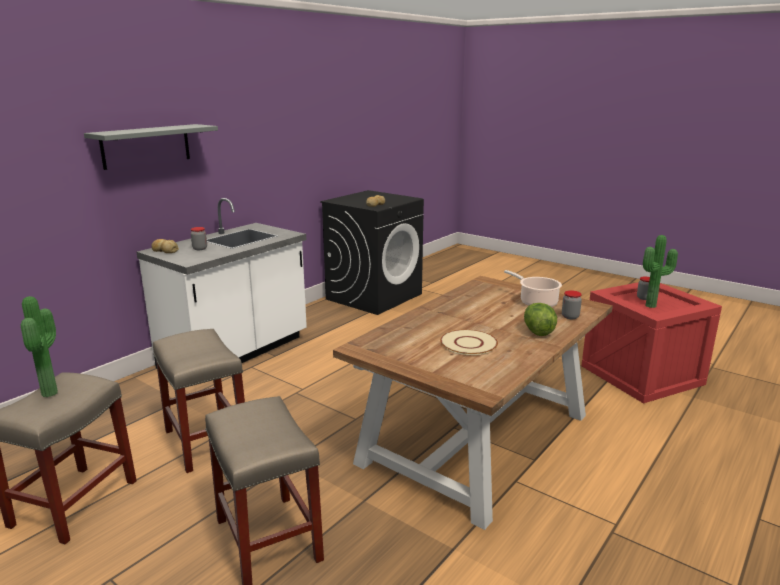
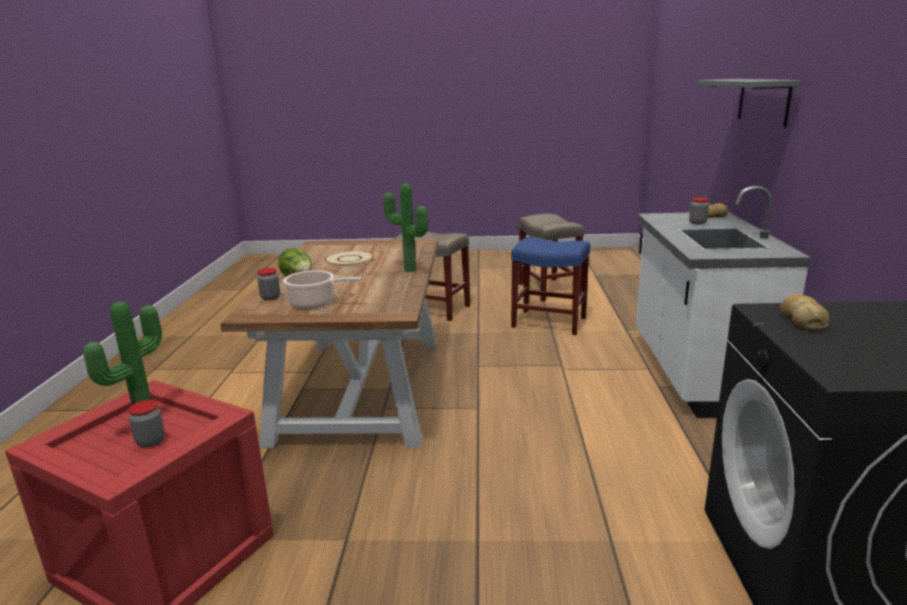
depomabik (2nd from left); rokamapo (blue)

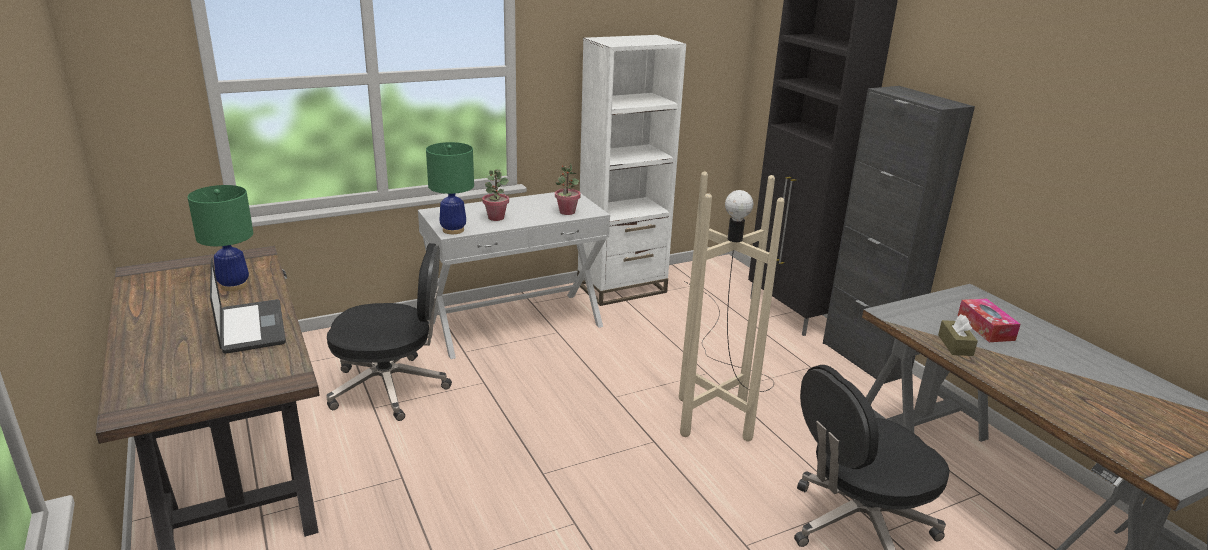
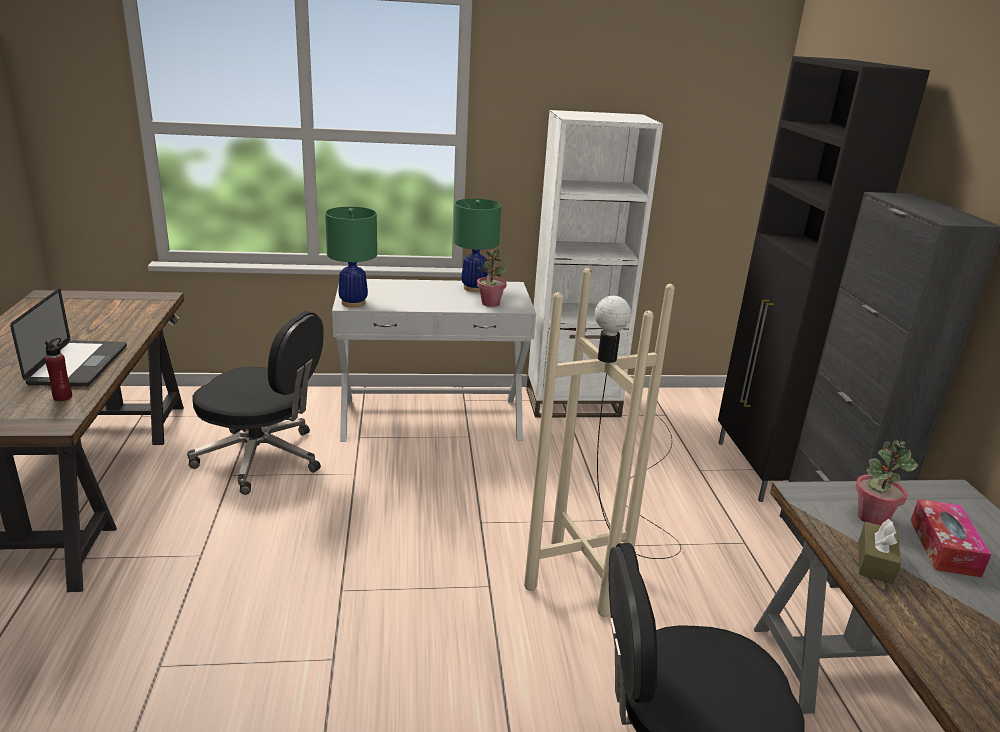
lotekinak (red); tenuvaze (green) (2nd from left); depomabik (2nd from left)

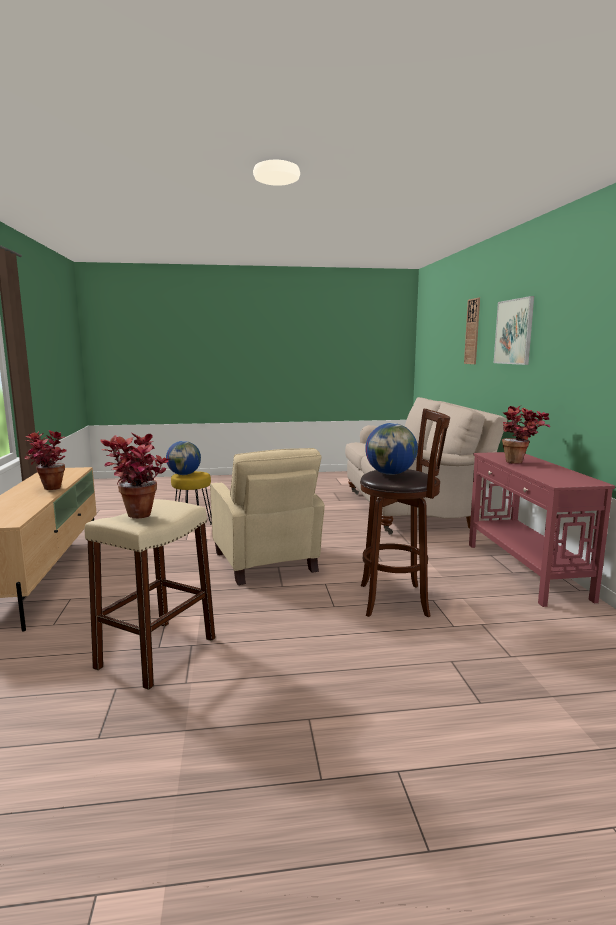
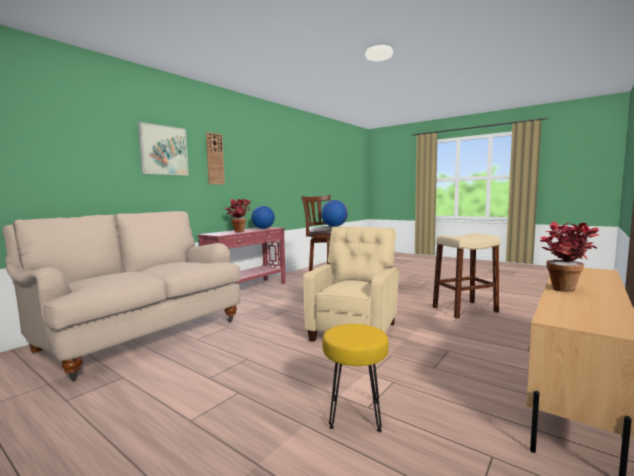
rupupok; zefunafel (1st from left); depomabik (2nd from left in the first image)

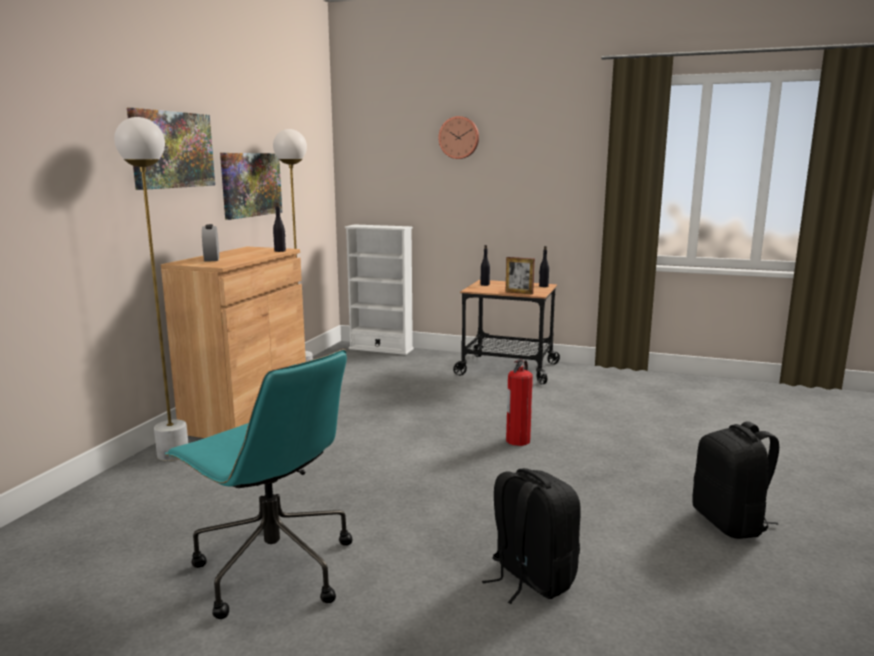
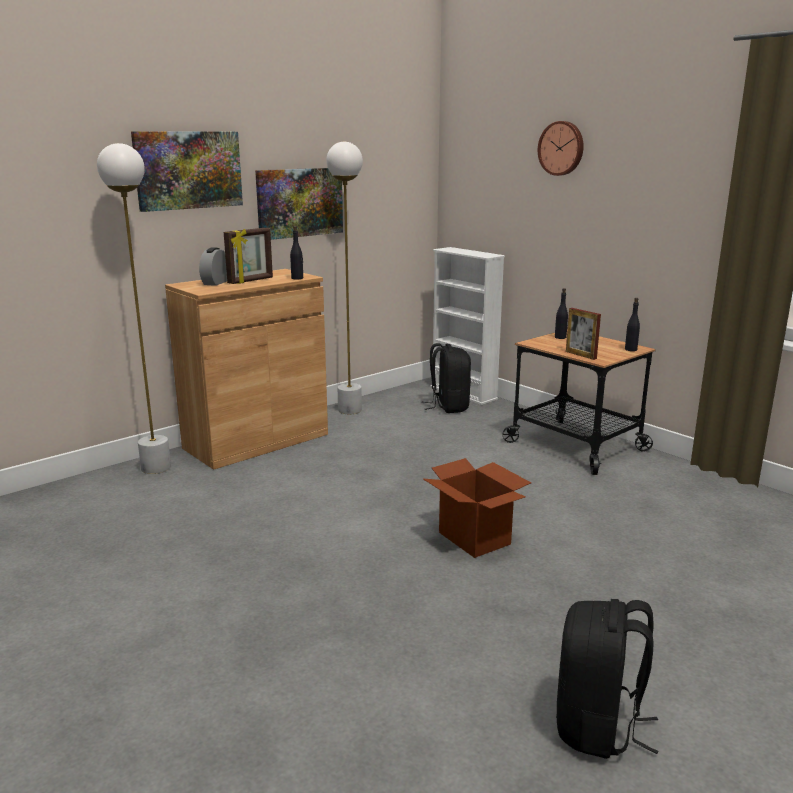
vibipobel (1st from left); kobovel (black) (1st from left); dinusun; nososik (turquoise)

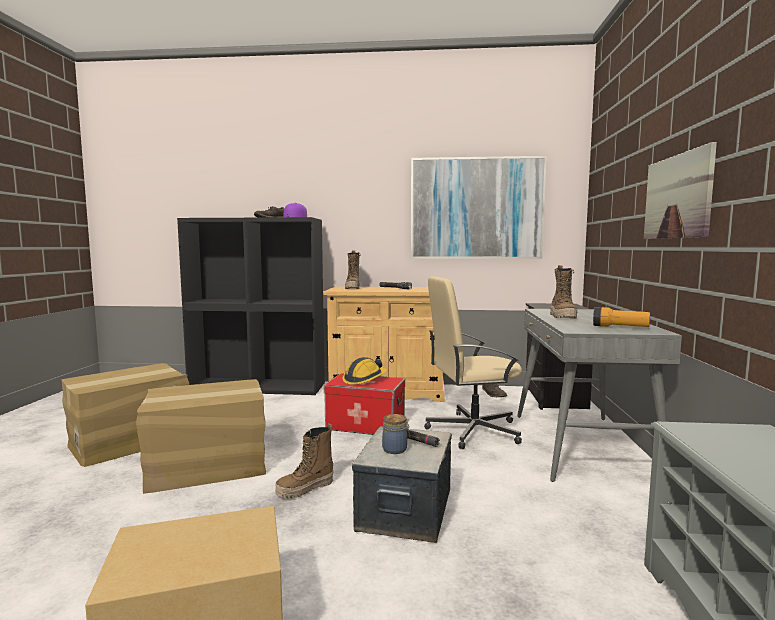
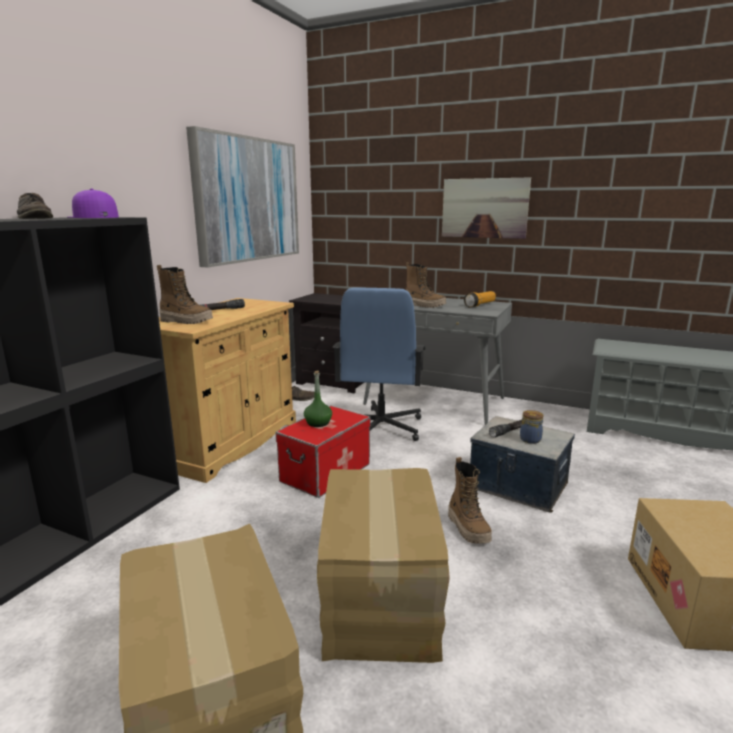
lotekinak (green); nososik (blue)

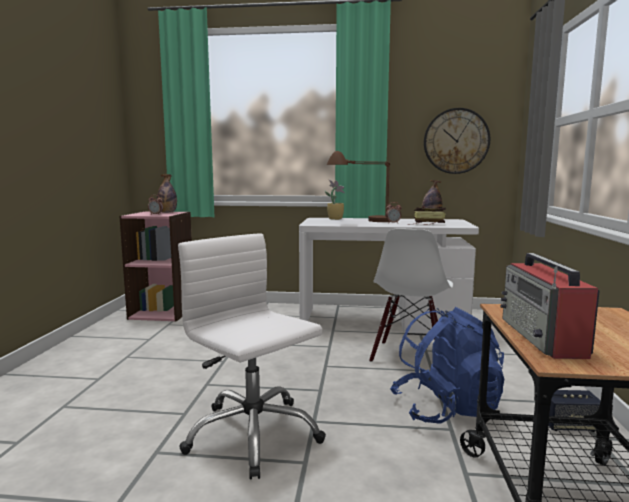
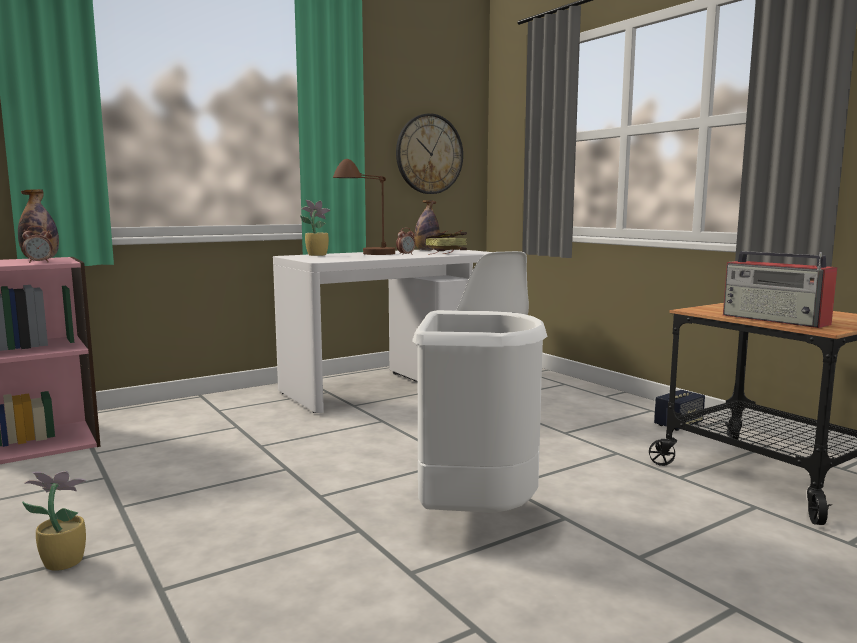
depomabik (1st from left); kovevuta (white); kobovel (blue)

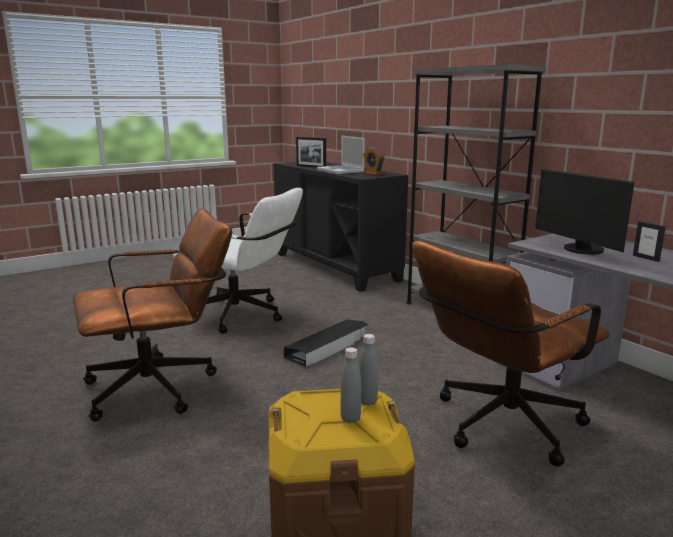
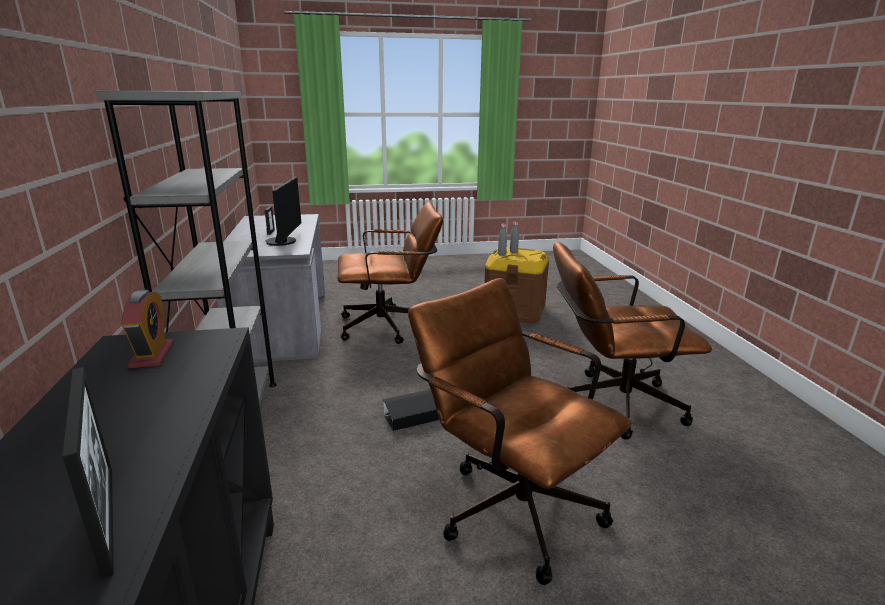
nososik (brown) (2nd from left); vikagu

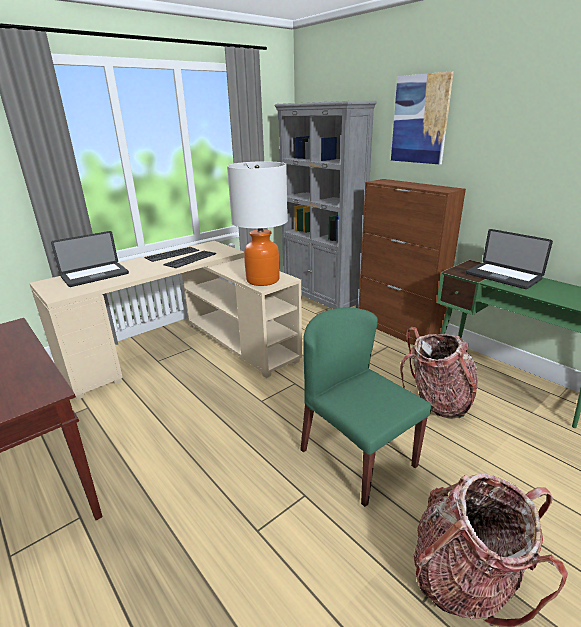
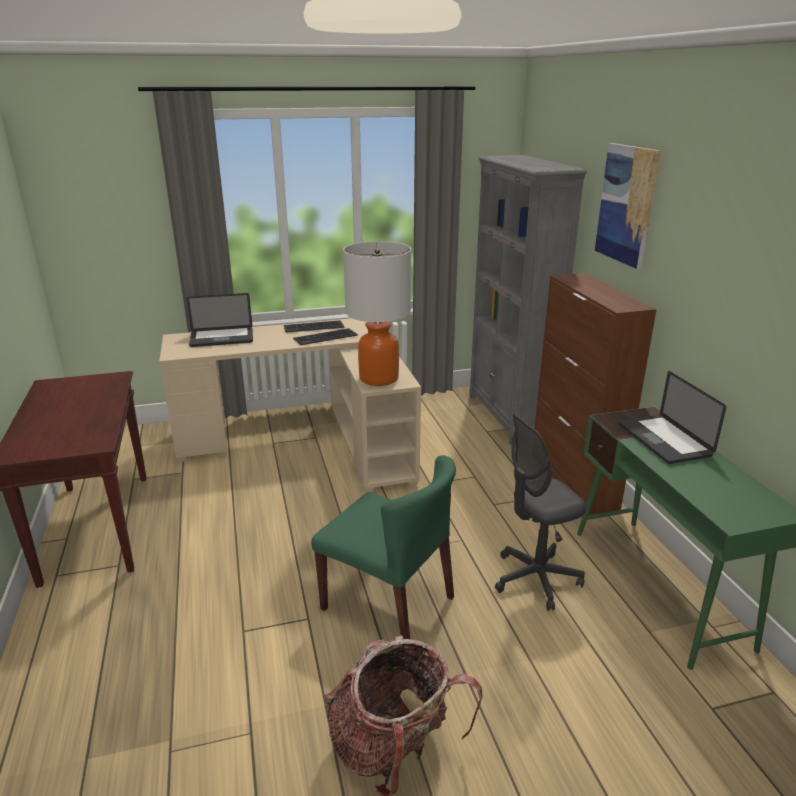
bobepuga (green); nososik (grey)

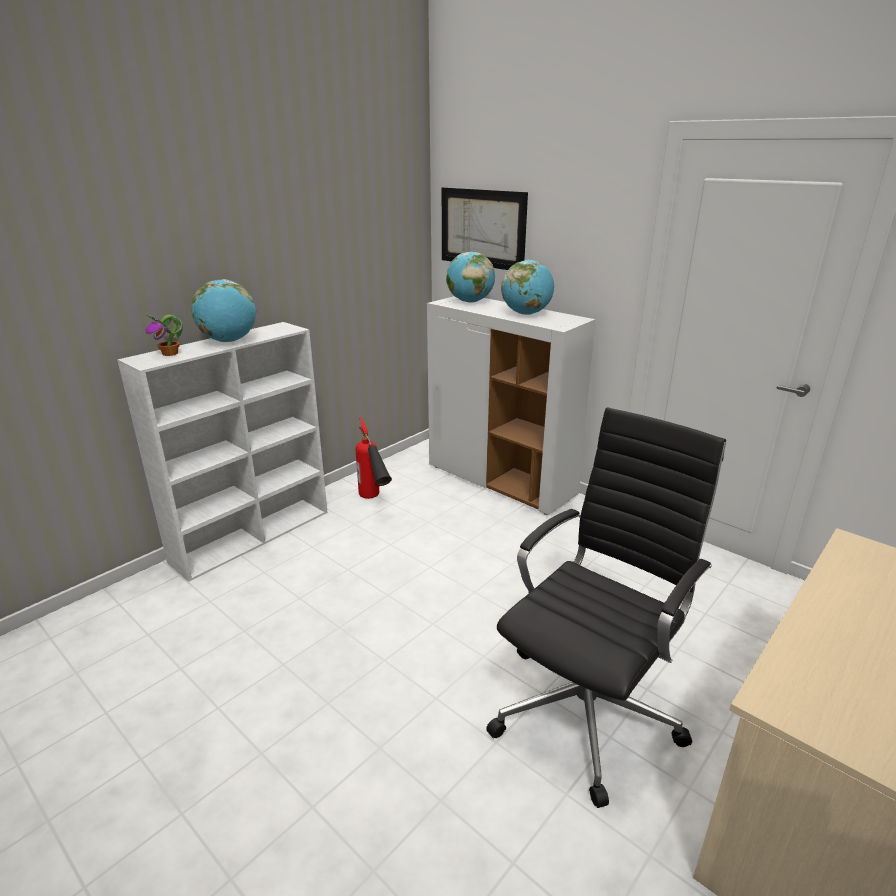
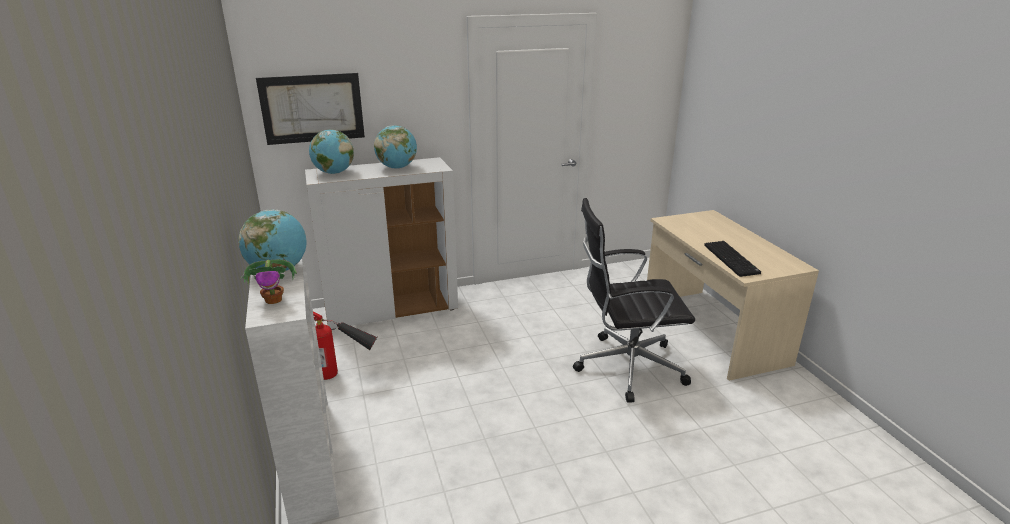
nososik (black); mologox

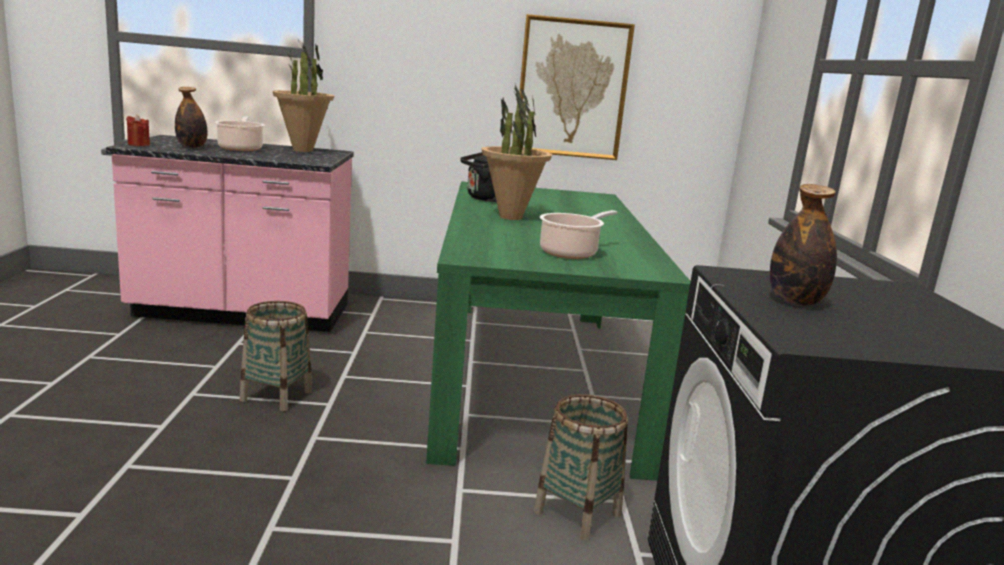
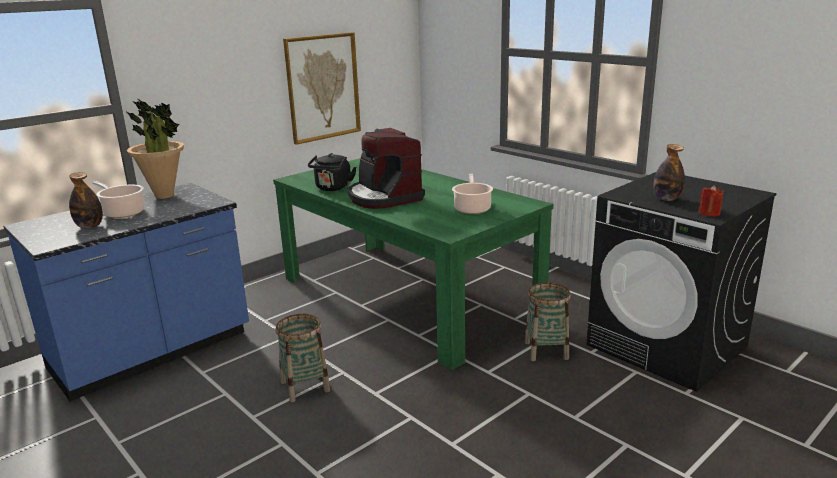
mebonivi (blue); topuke; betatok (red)

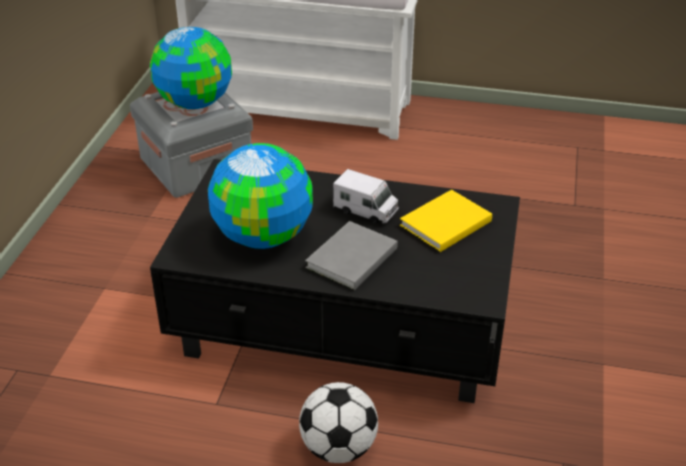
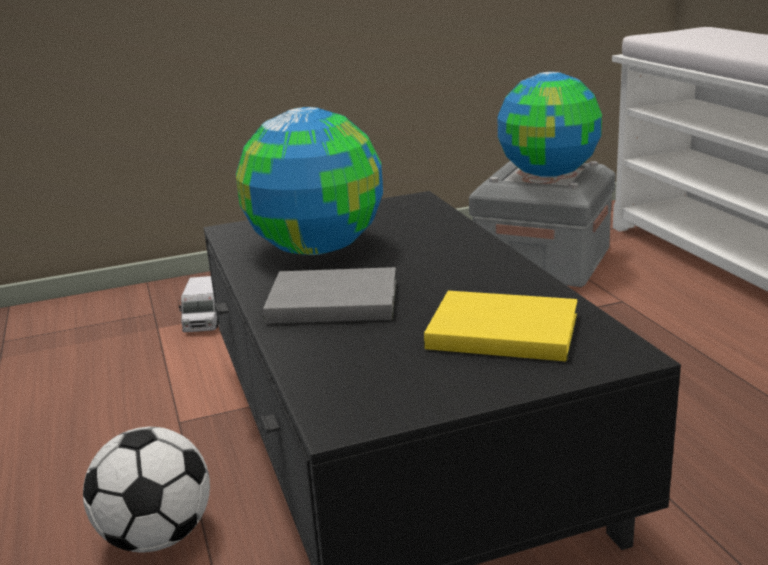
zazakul

